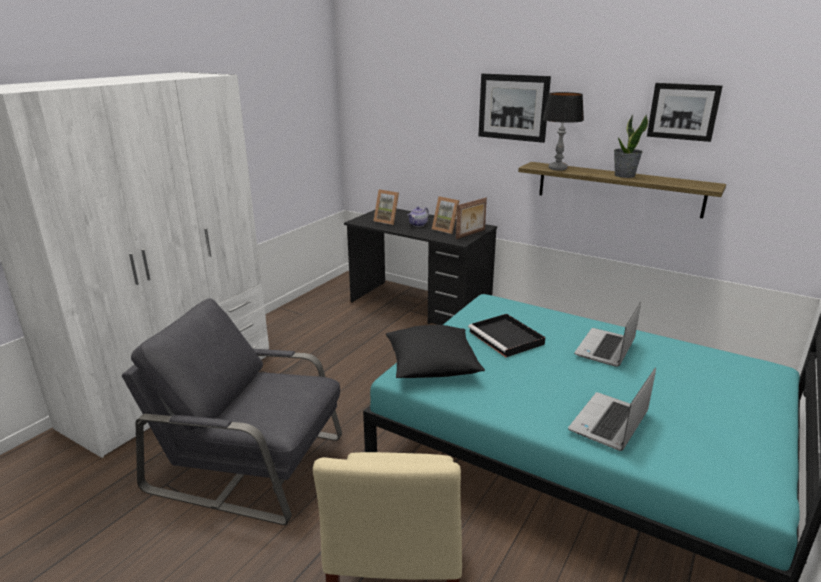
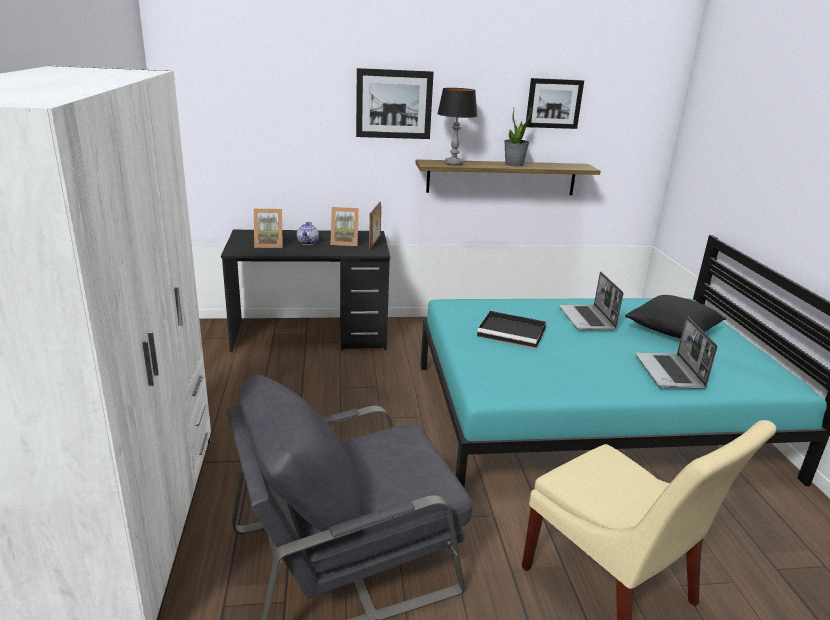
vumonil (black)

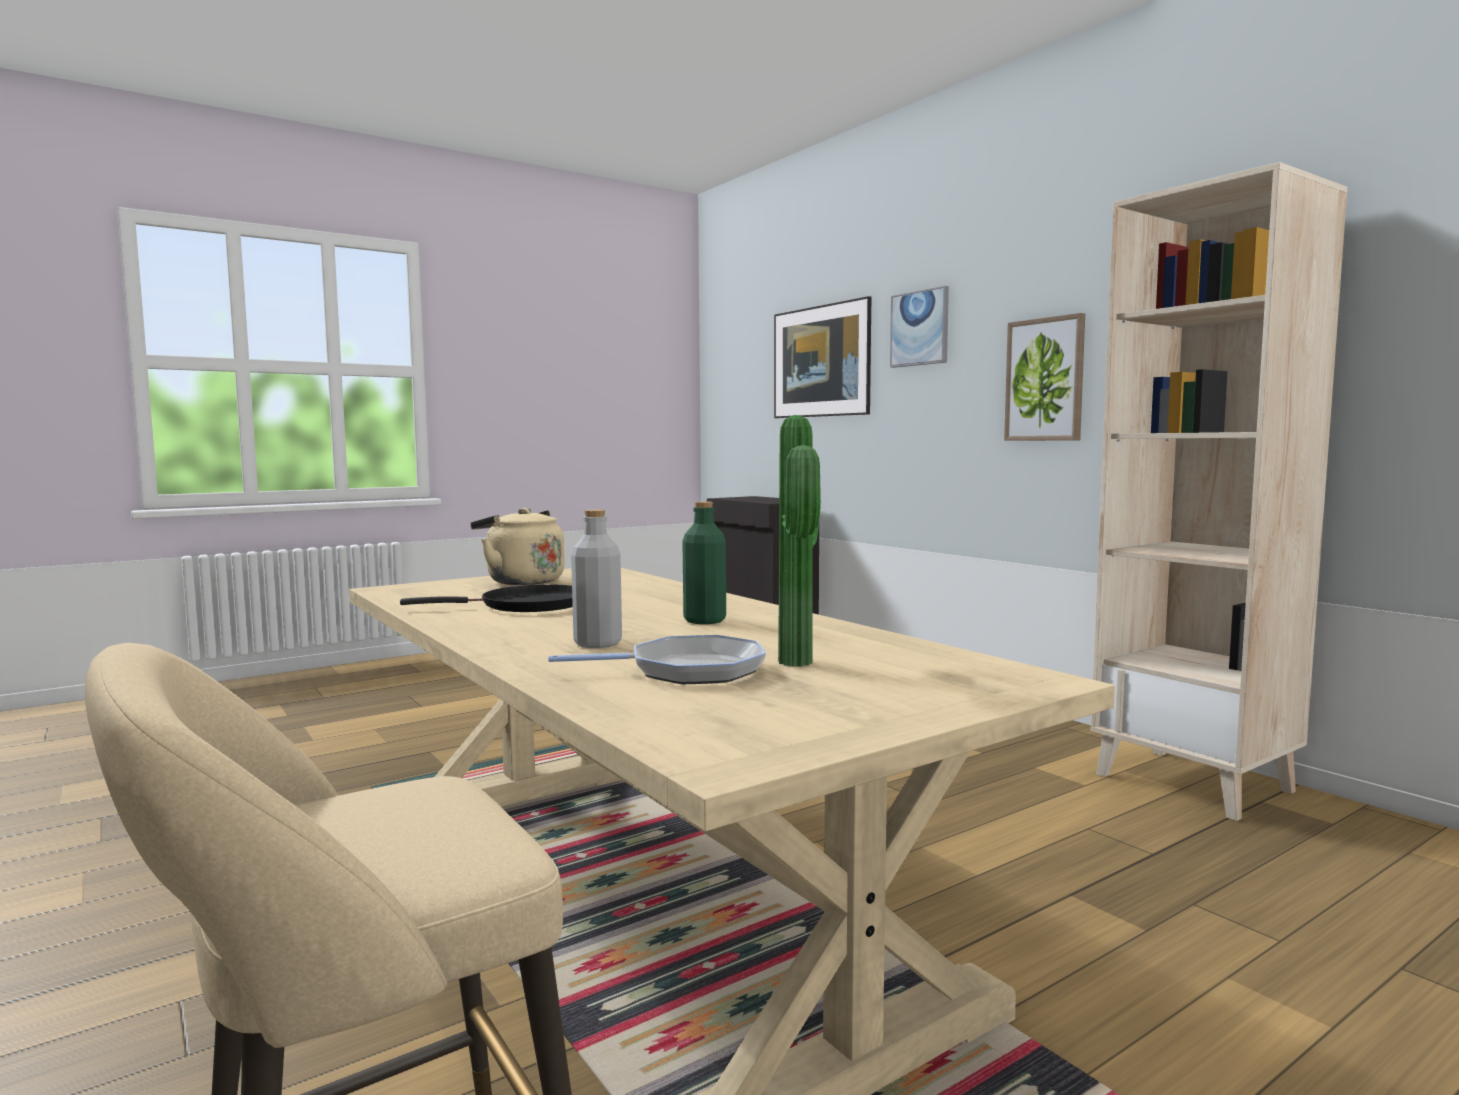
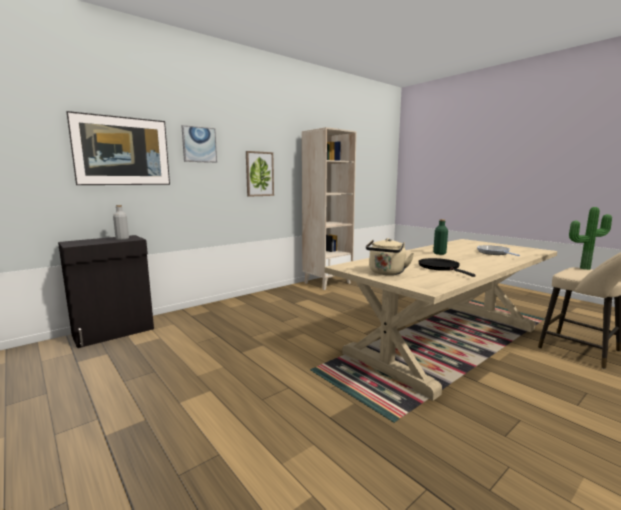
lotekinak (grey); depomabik

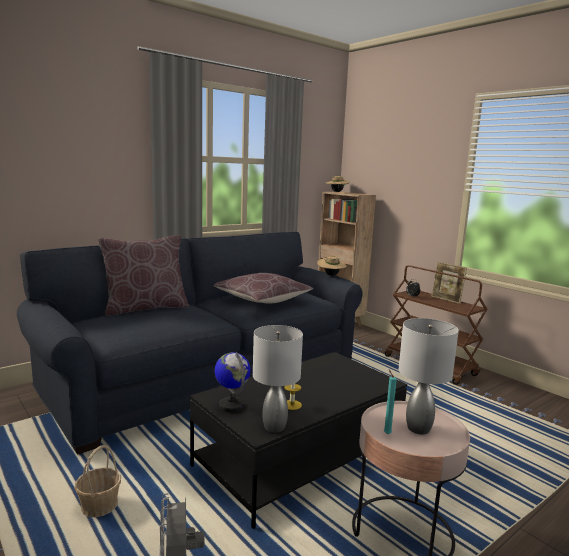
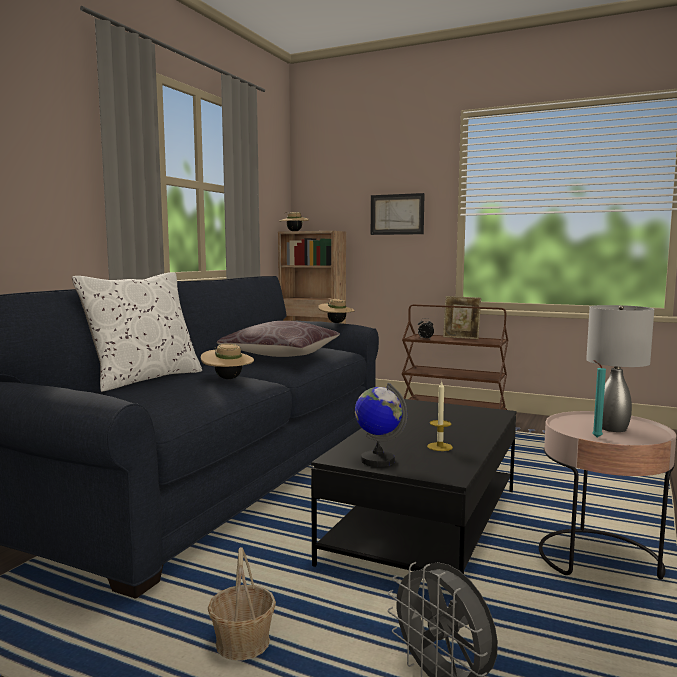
vumonil (white); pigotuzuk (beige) (1st from left); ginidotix; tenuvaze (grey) (1st from left in the first image)

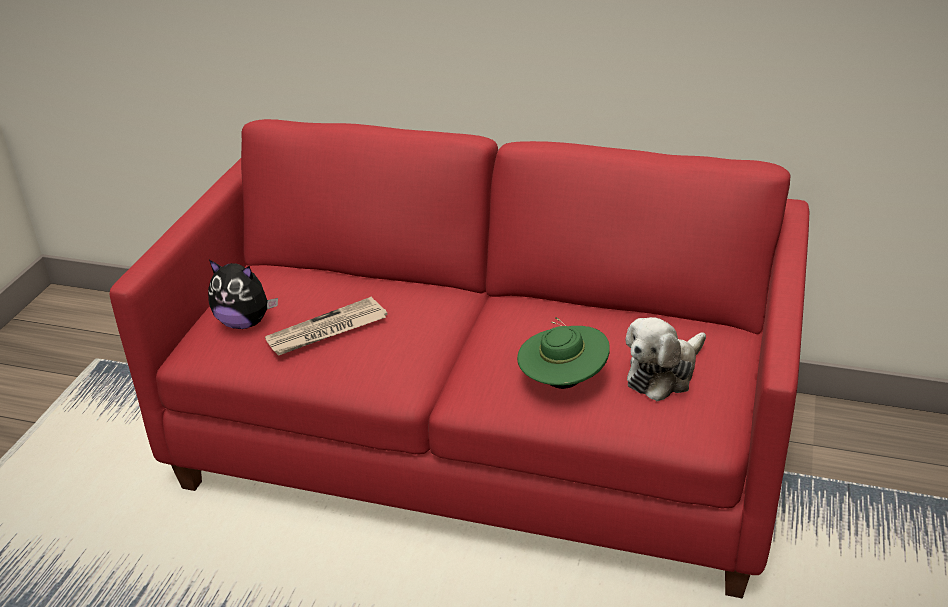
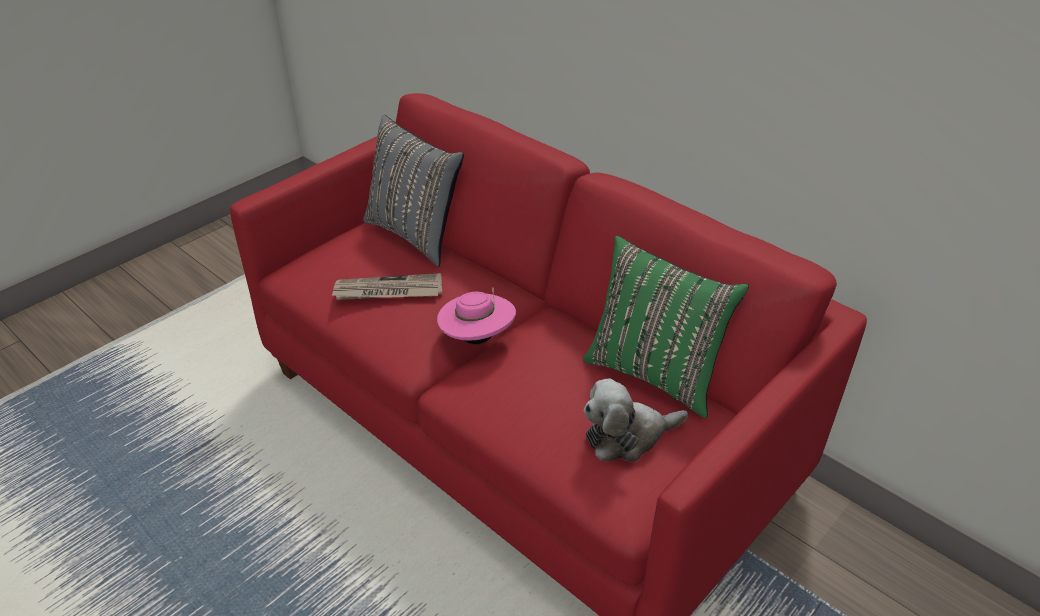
vumonil (grey); pigotuzuk (pink); vumonil (green); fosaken (1st from left in the first image); pigotuzuk (green)

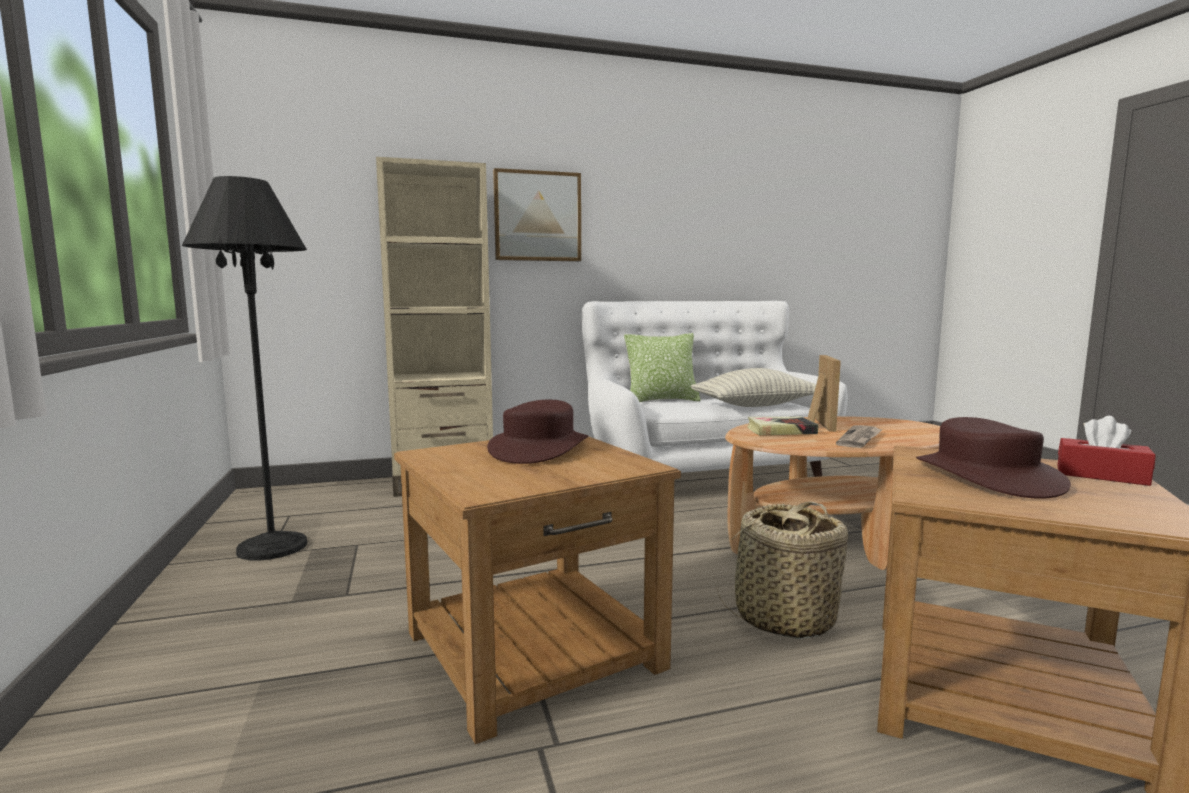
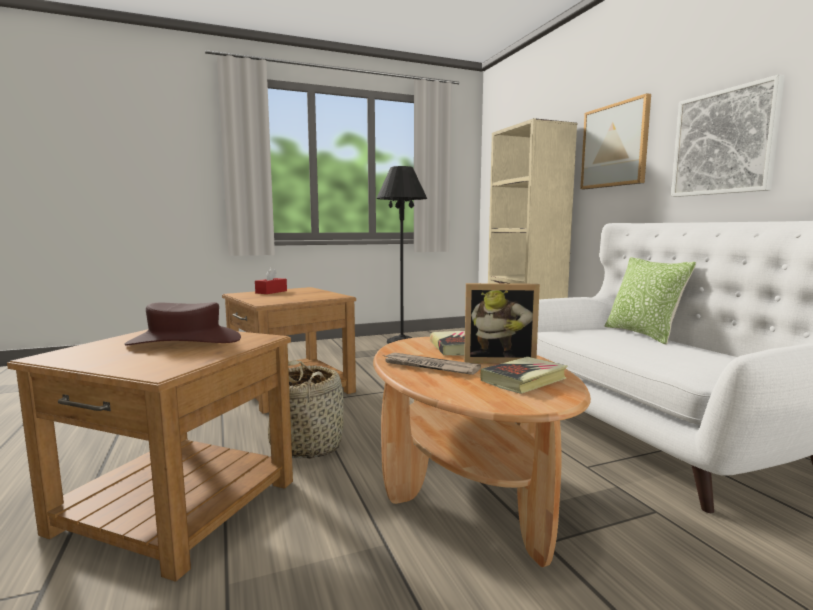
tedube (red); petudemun (2nd from left); ginidotix (2nd from left); pigotuzuk (brown) (1st from left in the first image); vumonil (2nd from left in the first image)

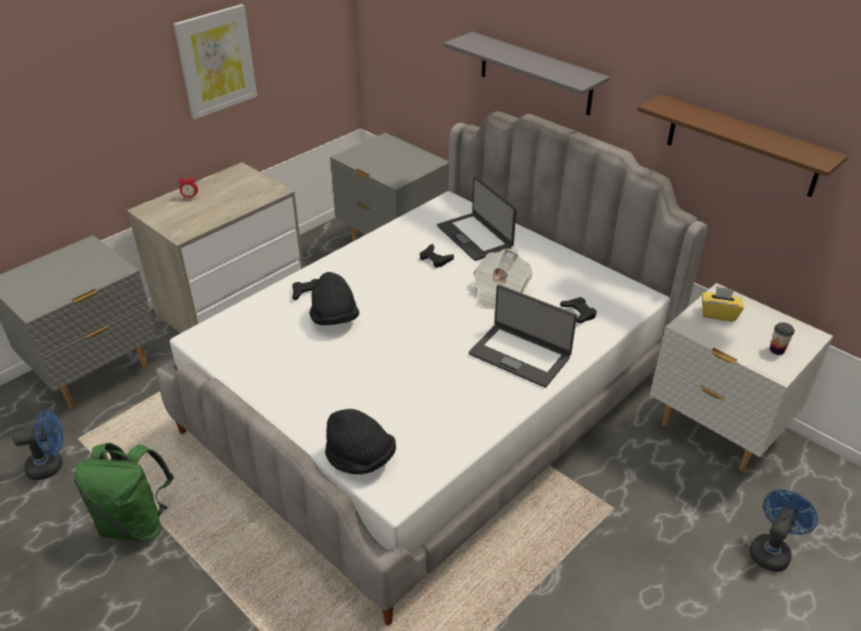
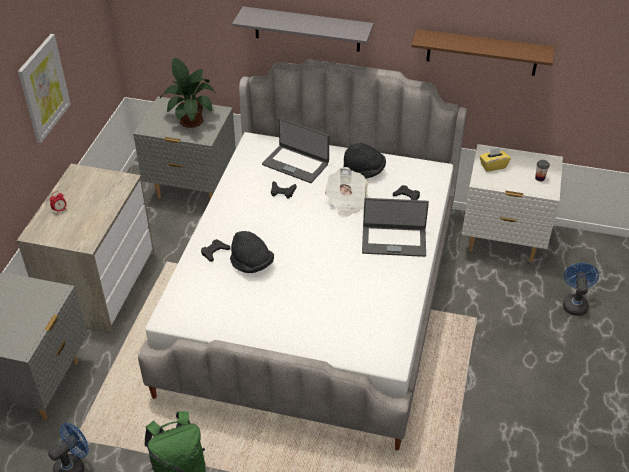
depomabik; pigotuzuk (black) (2nd from left)

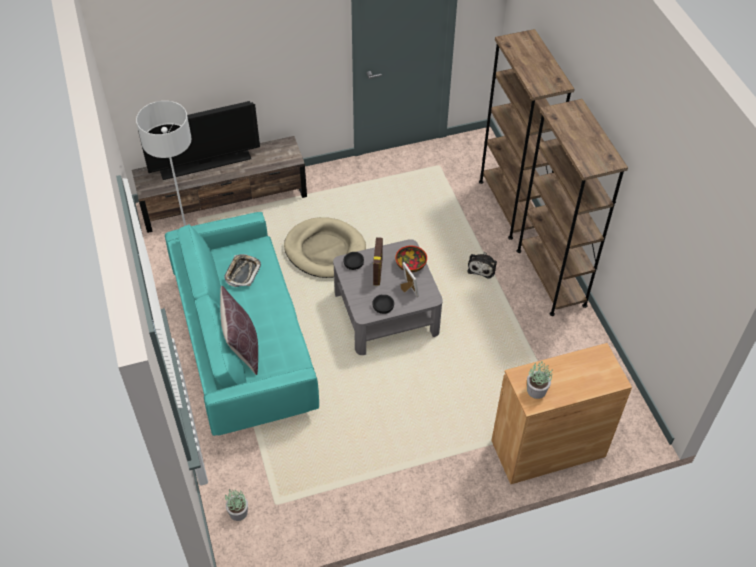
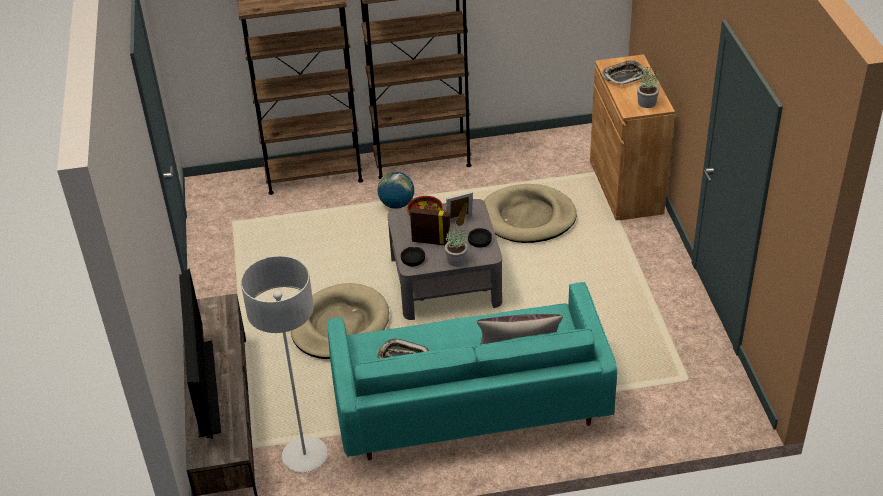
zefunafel; depomabik (1st from left); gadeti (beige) (2nd from left); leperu (2nd from left)

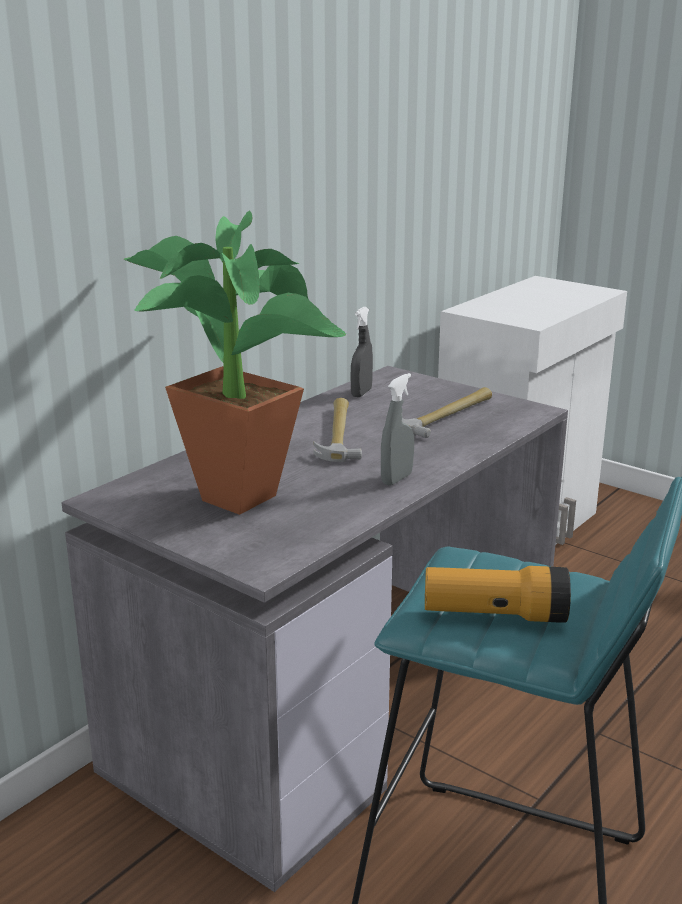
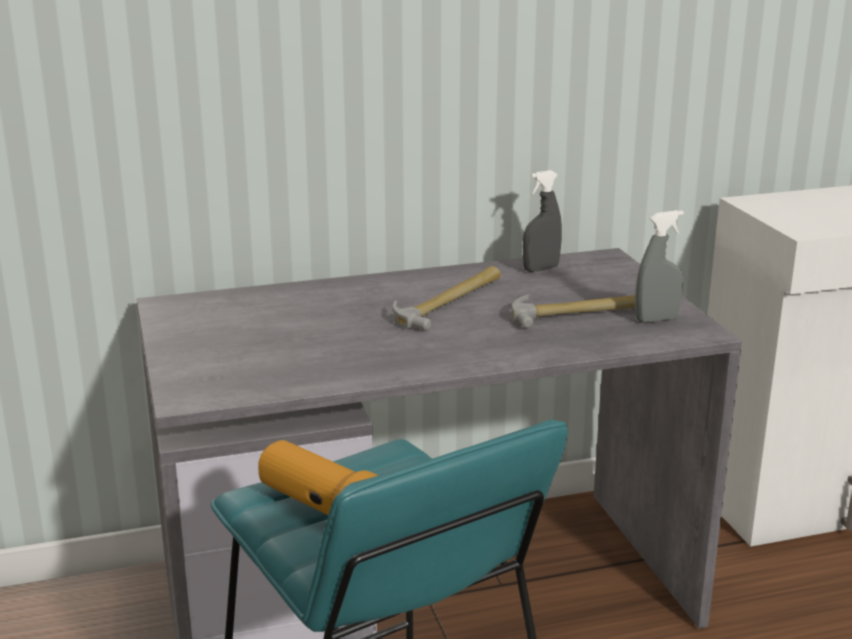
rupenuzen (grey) (2nd from left); depomabik

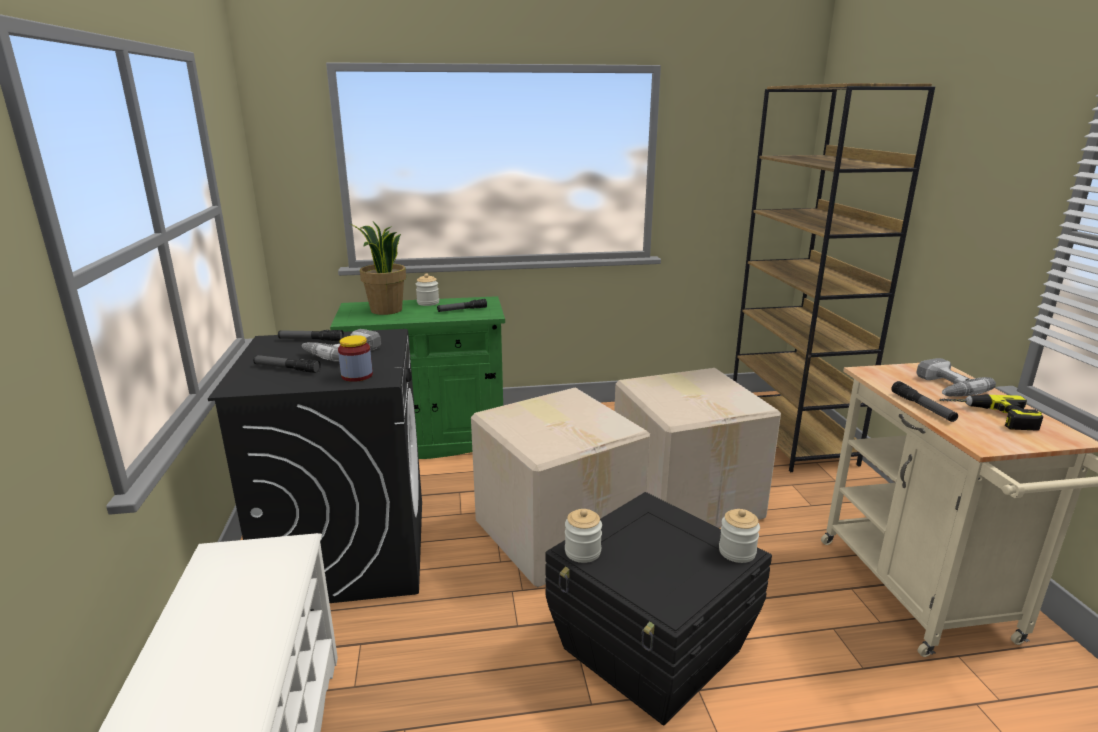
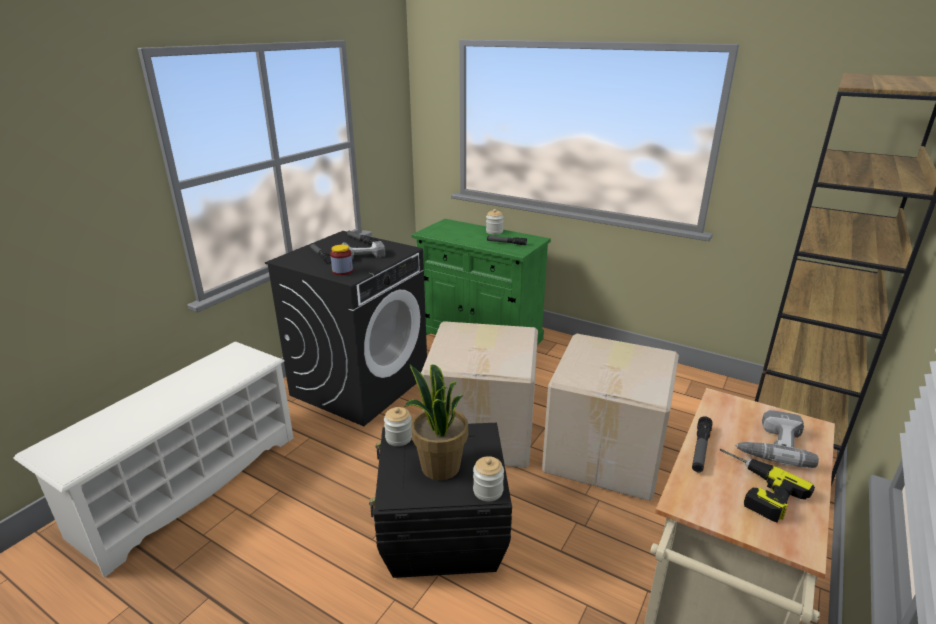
depomabik

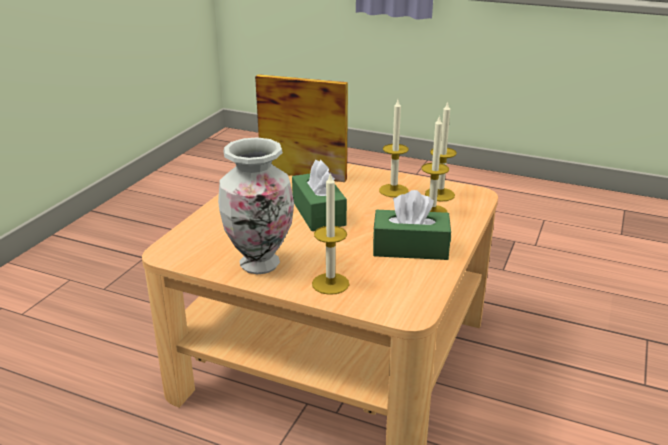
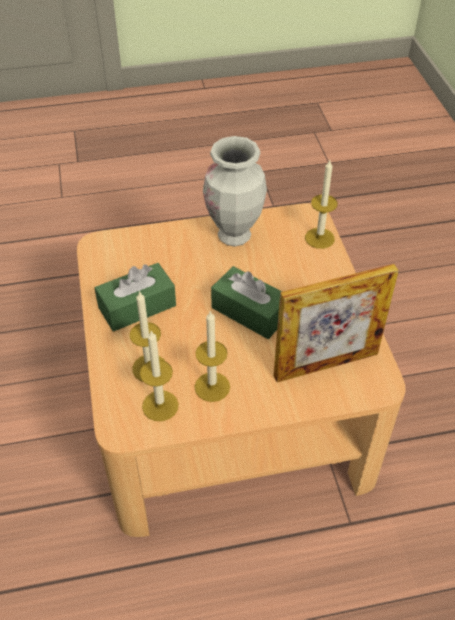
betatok (4th from left)

